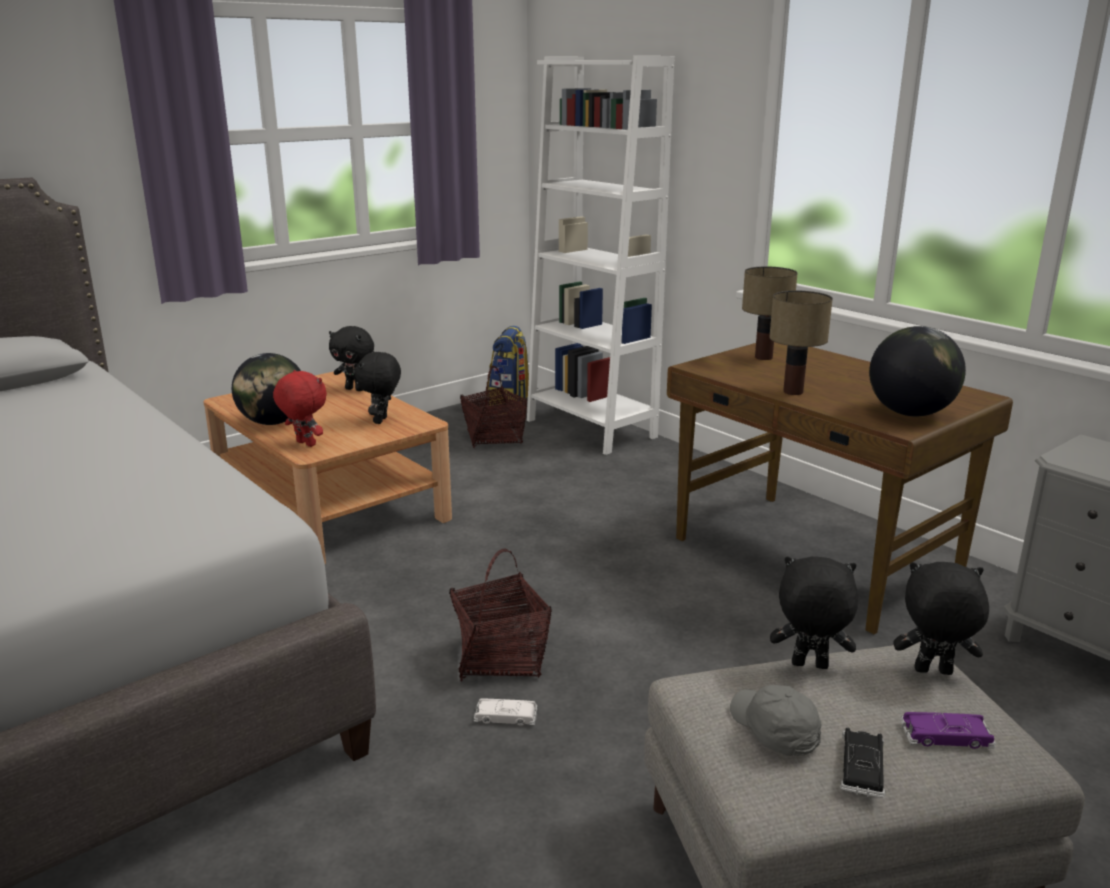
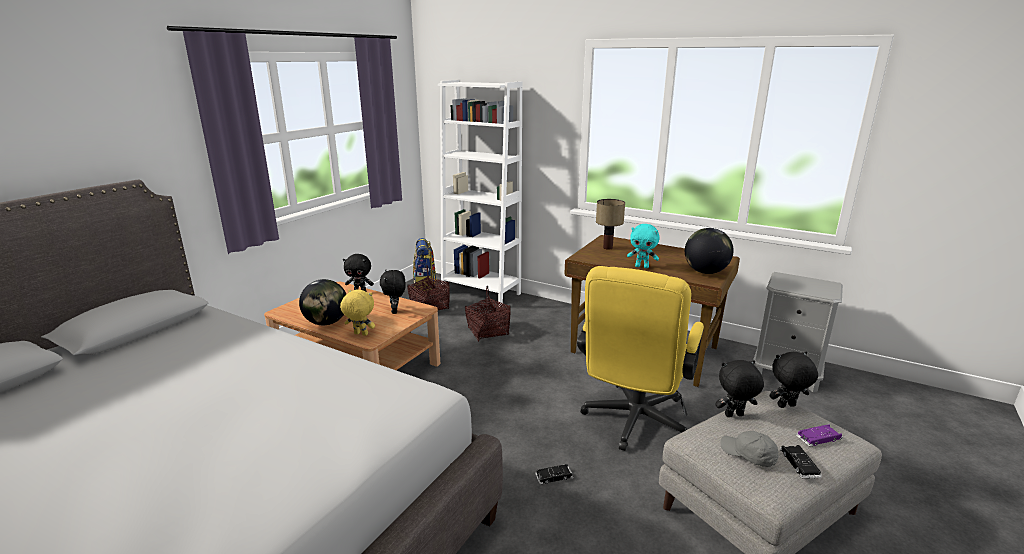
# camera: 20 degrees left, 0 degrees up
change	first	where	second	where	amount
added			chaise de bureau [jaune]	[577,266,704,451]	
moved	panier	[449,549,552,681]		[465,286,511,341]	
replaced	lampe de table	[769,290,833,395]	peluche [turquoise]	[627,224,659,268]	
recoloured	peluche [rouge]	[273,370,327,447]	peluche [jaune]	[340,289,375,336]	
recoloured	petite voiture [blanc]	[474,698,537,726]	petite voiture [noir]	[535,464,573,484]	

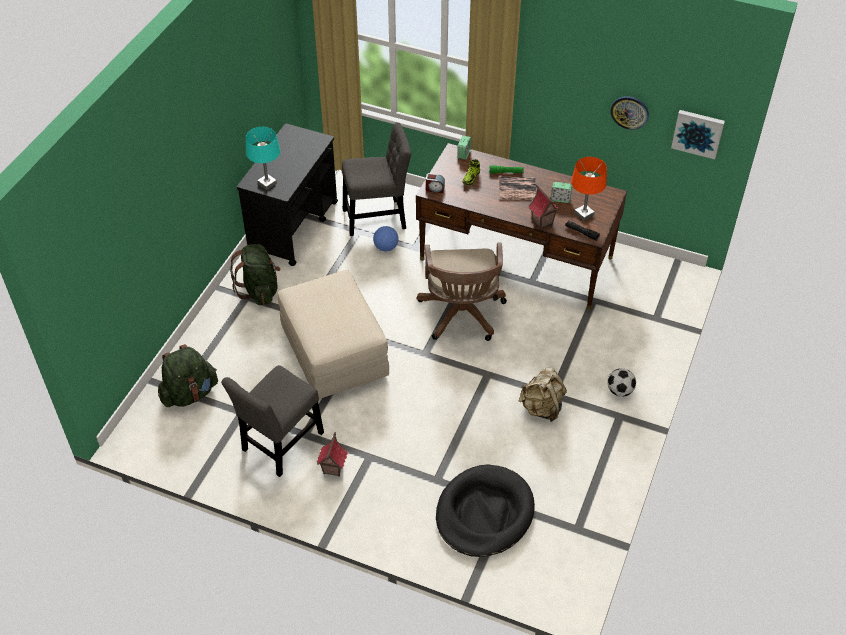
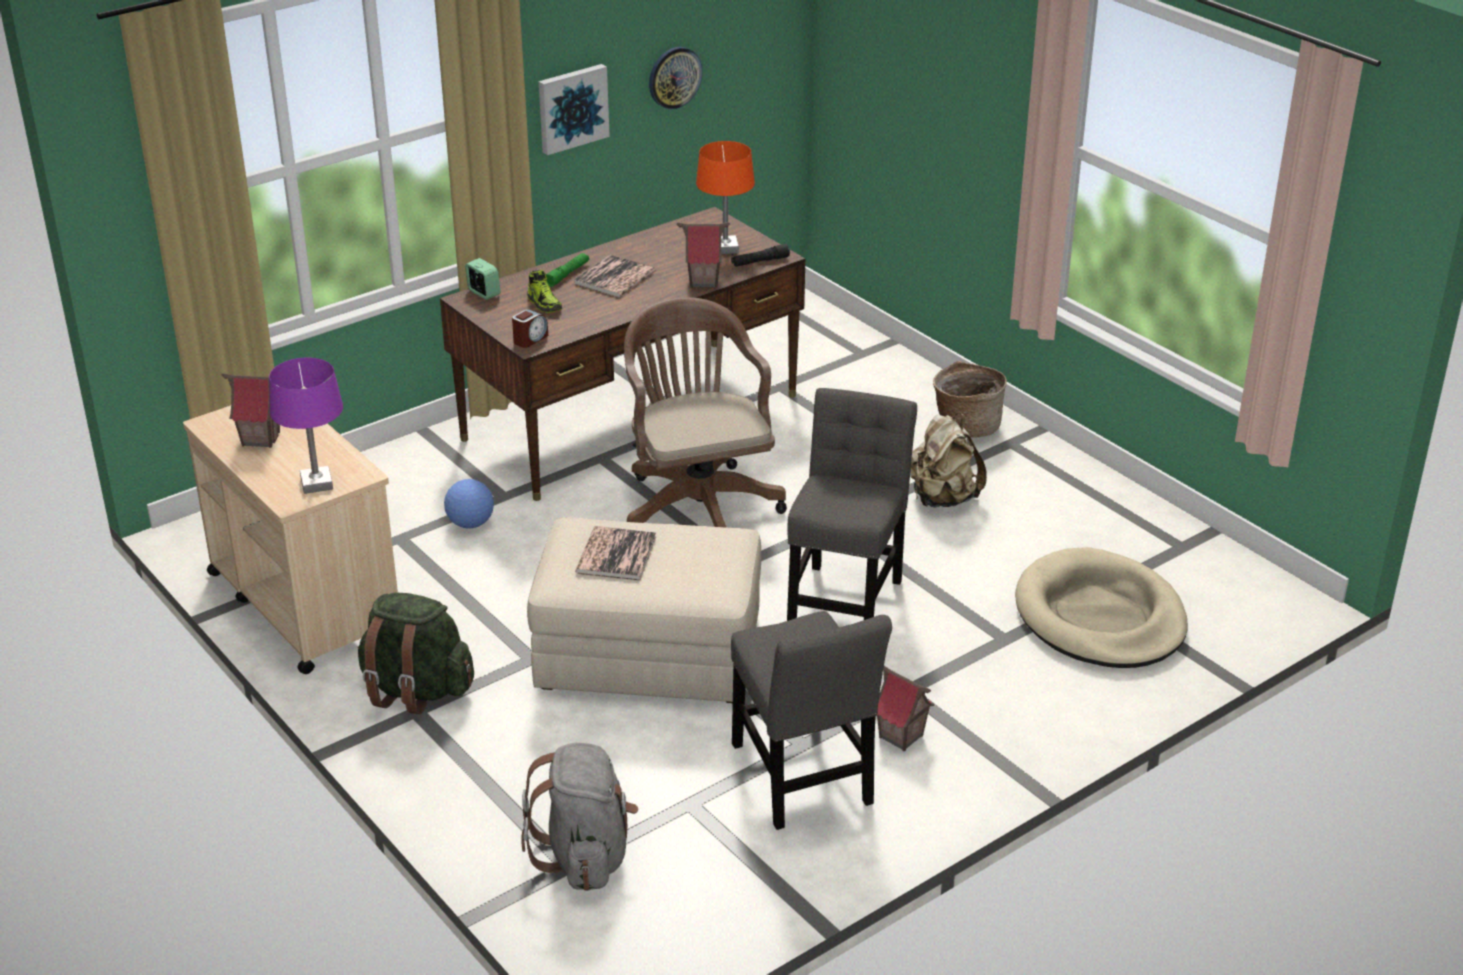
# camera: 60 degrees left, 15 degrees down
change	first	where	second	where	amount
removed	réveil	[551,182,572,203]			
added			maison miniature	[221,373,280,448]	
added			livre	[575,526,656,581]	
moved	chaise [gris]	[342,122,411,236]		[787,388,917,621]	
moved	tableau	[671,110,725,159]		[539,64,610,155]	
replaced	ballon de foot	[608,368,636,397]	panier	[933,361,1007,438]	
recoloured	sac à dos [vert]	[158,344,218,407]	sac à dos [gris]	[521,743,638,891]	
recoloured	chariot [noir]	[237,124,338,266]	chariot [beige]	[183,405,398,674]	
recoloured	lampe de table [turquoise]	[246,127,280,190]	lampe de table [violet]	[269,358,343,494]	
recoloured	panier pour chien [noir]	[436,464,535,557]	panier pour chien [beige]	[1015,547,1188,668]	
turned	chaise de bureau [marron]	[417,242,507,341]		[624,297,787,528]	135 degrees counterclockwise

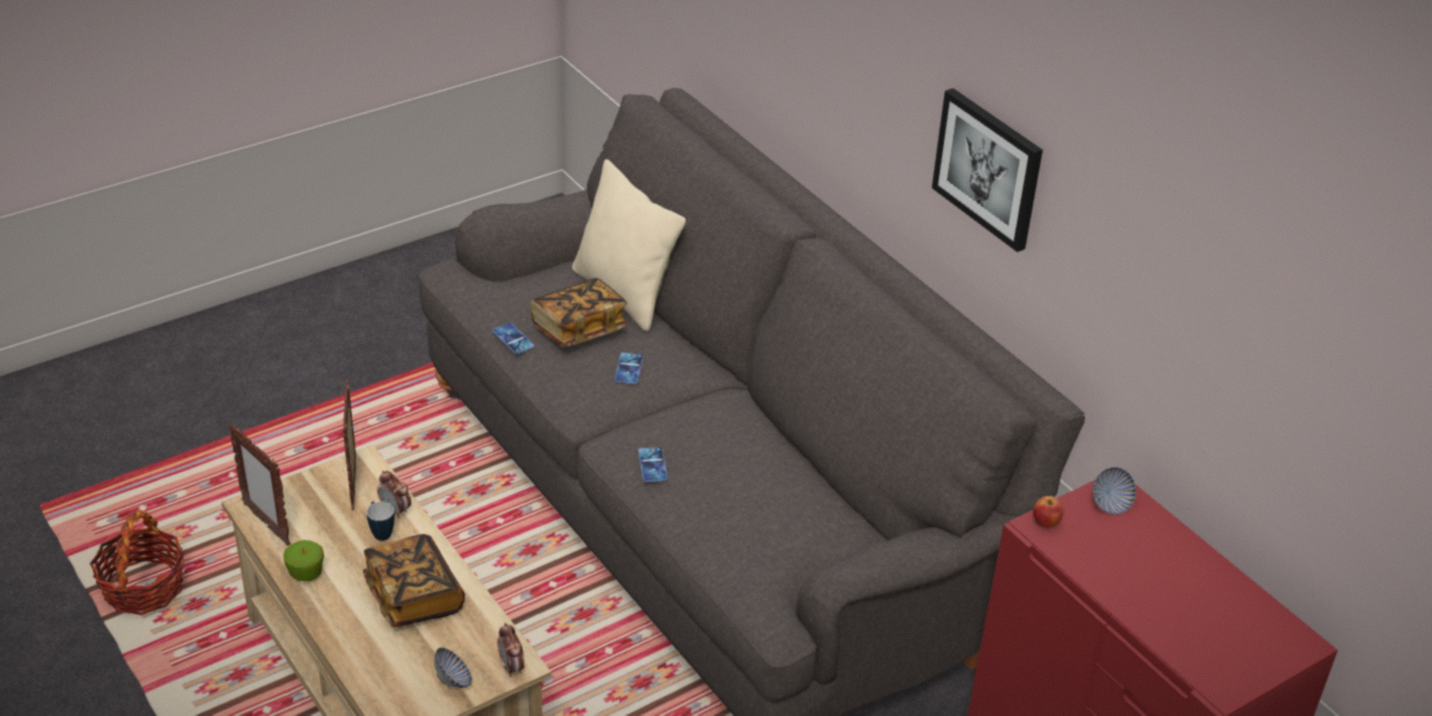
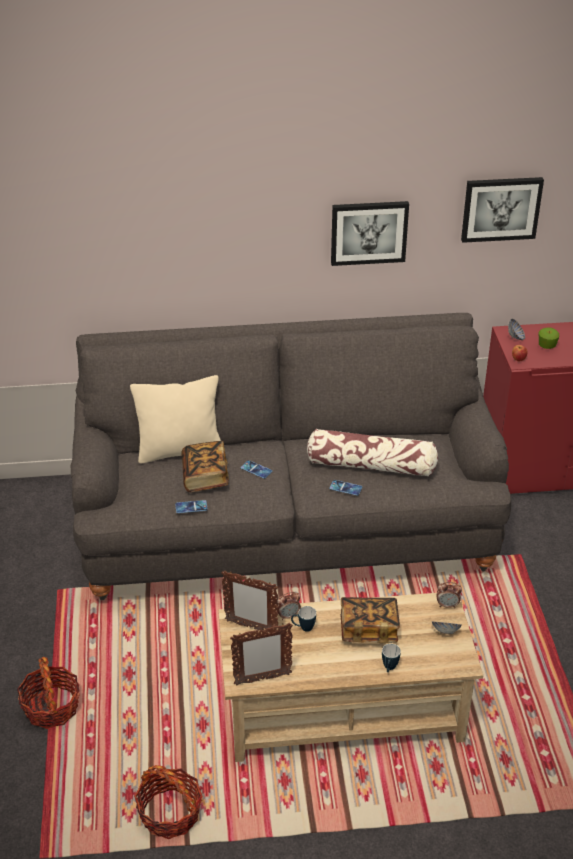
# camera: 60 degrees left, 0 degrees up
change	first	where	second	where	amount
added			panier	[17,657,80,729]	
added			coussin	[307,429,438,477]	
added			mug	[382,644,401,672]	
added			tableau	[461,177,544,243]	
moved	pomme	[283,540,324,582]		[538,327,559,349]	

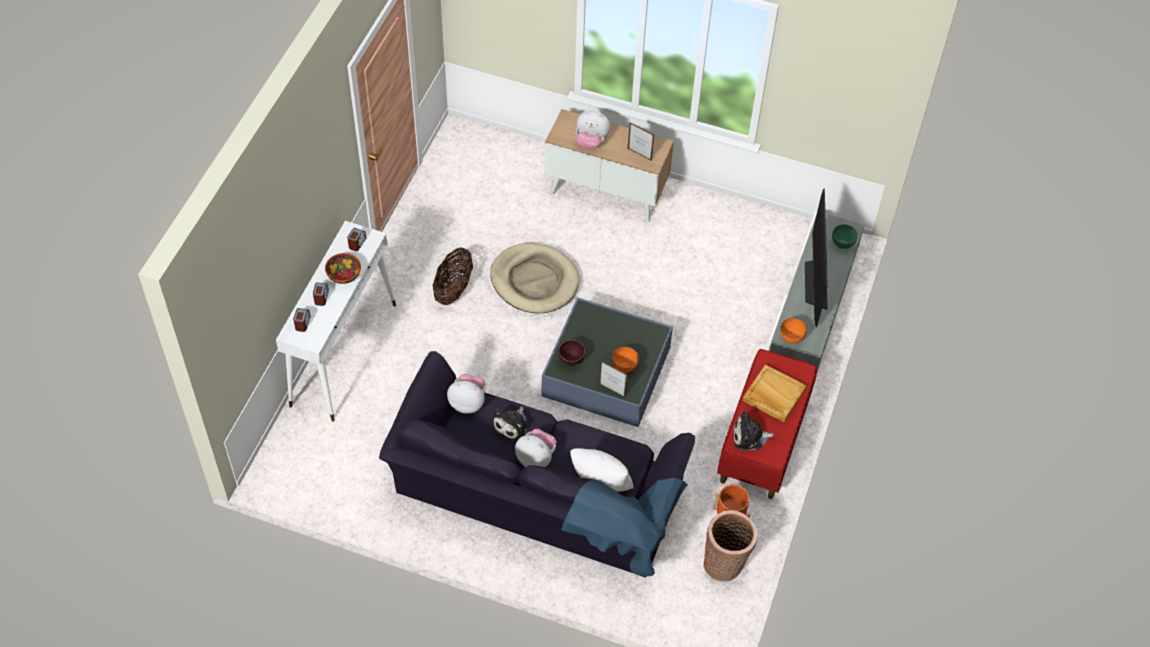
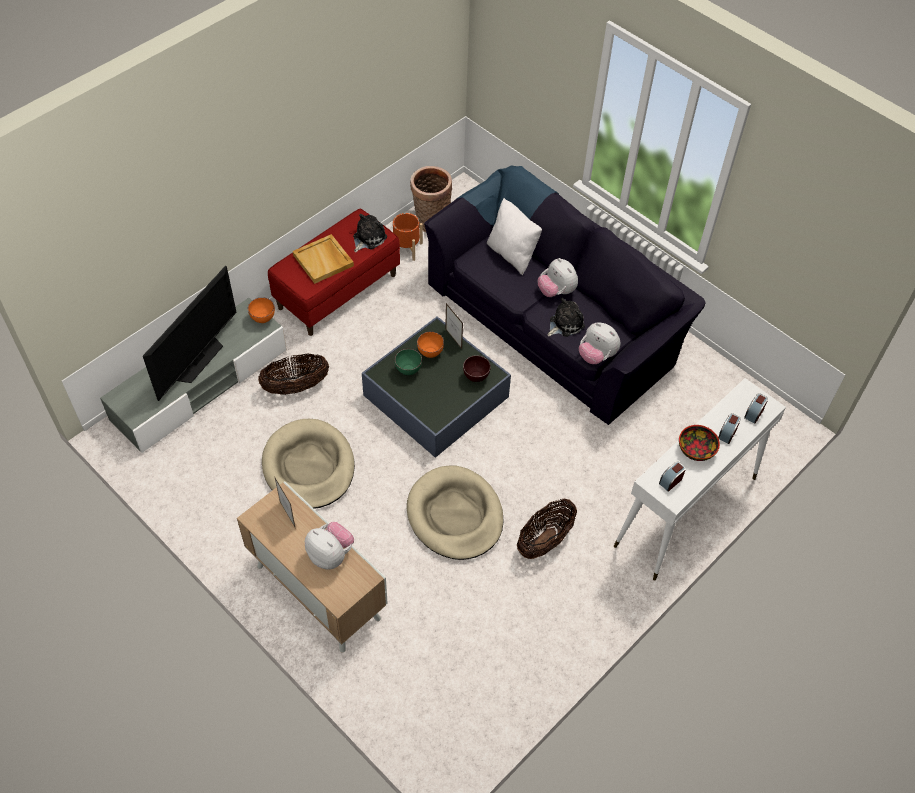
# camera: 155 degrees left, 0 degrees up
change	first	where	second	where	amount
added			panier	[258,353,329,395]	
added			panier pour chien [beige]	[262,419,355,509]	
moved	bol [vert]	[832,224,858,249]		[395,349,422,375]	
turned	peluche	[734,410,775,451]		[353,214,387,252]	75 degrees counterclockwise

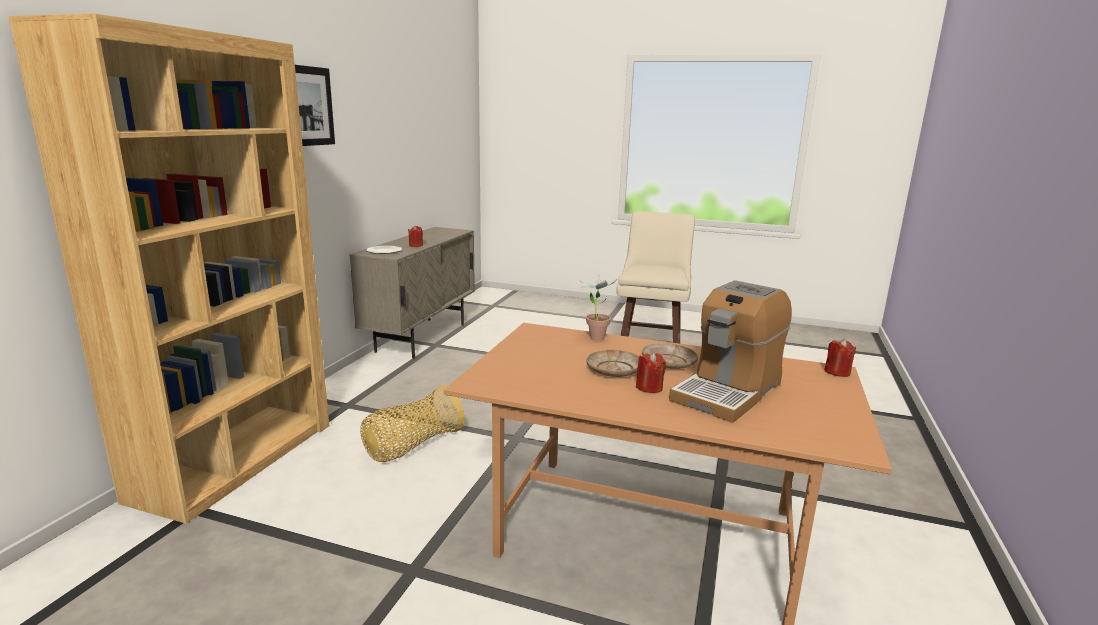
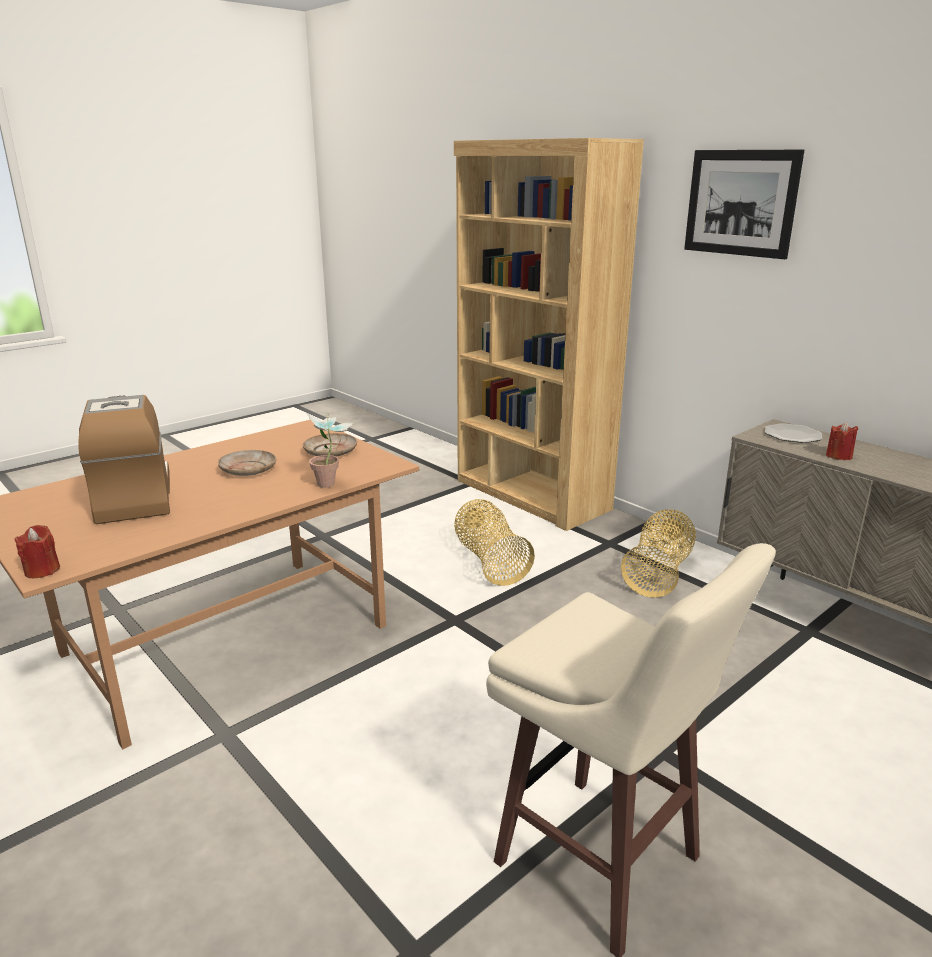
# camera: 120 degrees right, 5 degrees up
change	first	where	second	where	amount
removed	bougie [rouge]	[636,352,666,393]			
added			panier	[621,509,696,598]	
moved	assiette [beige]	[642,343,698,369]		[303,433,357,457]	

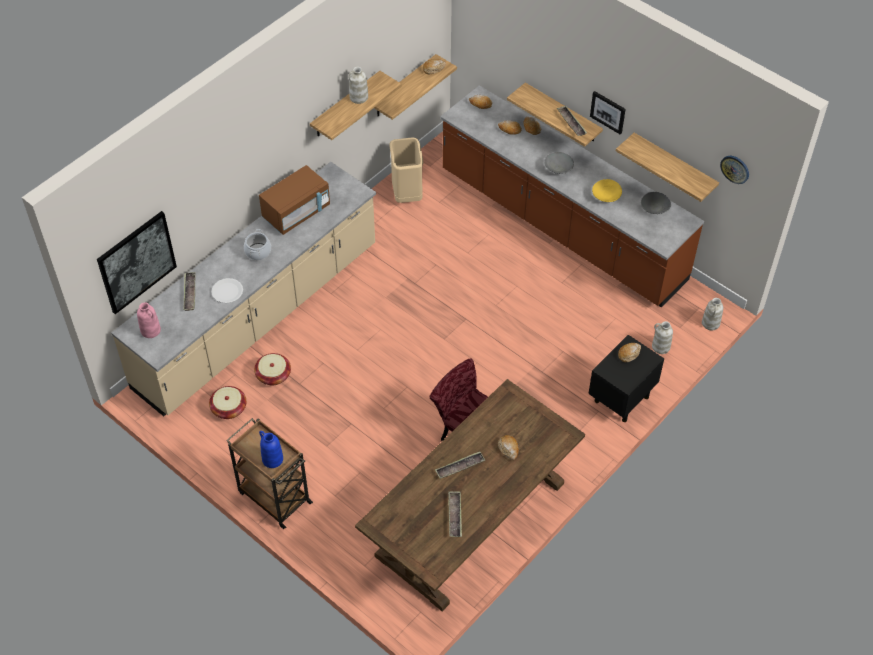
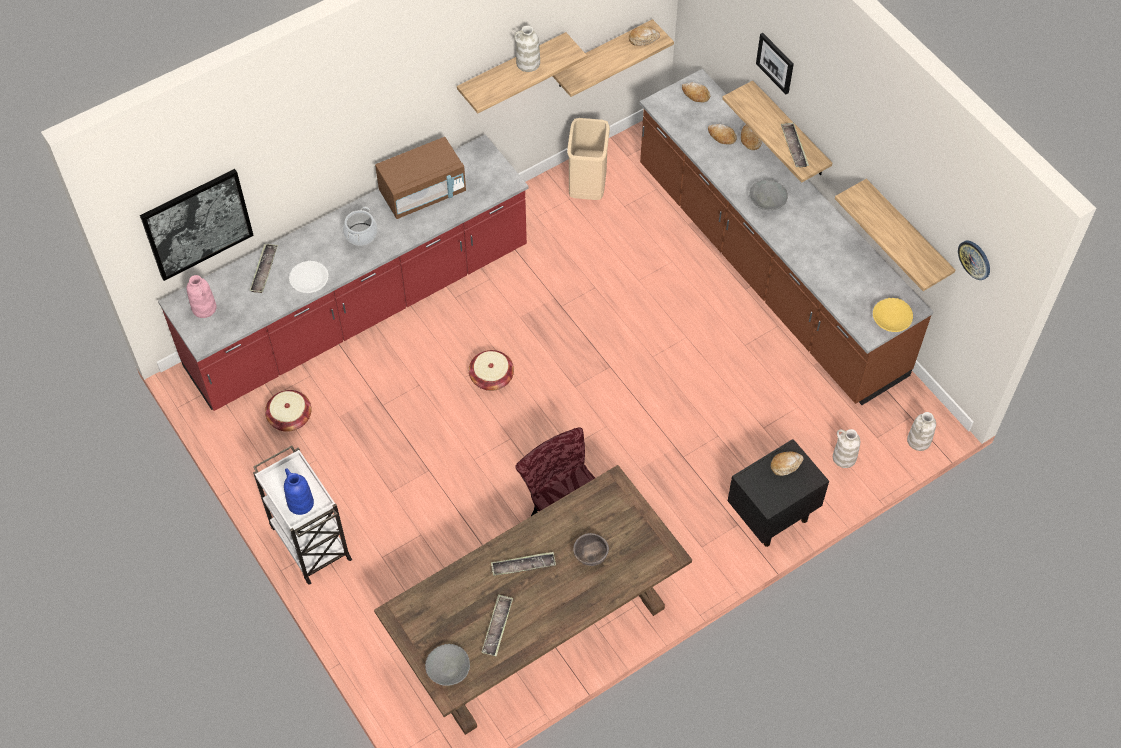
# camera: 15 degrees right, 5 degrees up
change	first	where	second	where	amount
moved	panier	[254,353,291,385]		[469,350,514,391]	
moved	tableau	[590,91,626,134]		[756,33,794,94]	
moved	bol [jaune]	[592,179,622,202]		[873,298,913,332]	
moved	bol [gris]	[641,192,671,214]		[425,644,470,686]	
replaced	pain	[498,435,519,460]	bol [marron]	[573,533,609,566]	
recoloured	comptoir de cuisine [beige]	[111,162,376,416]	comptoir de cuisine [rouge]	[158,135,528,411]	
recoloured	chariot [marron]	[226,418,313,529]	chariot [blanc]	[253,445,352,585]	

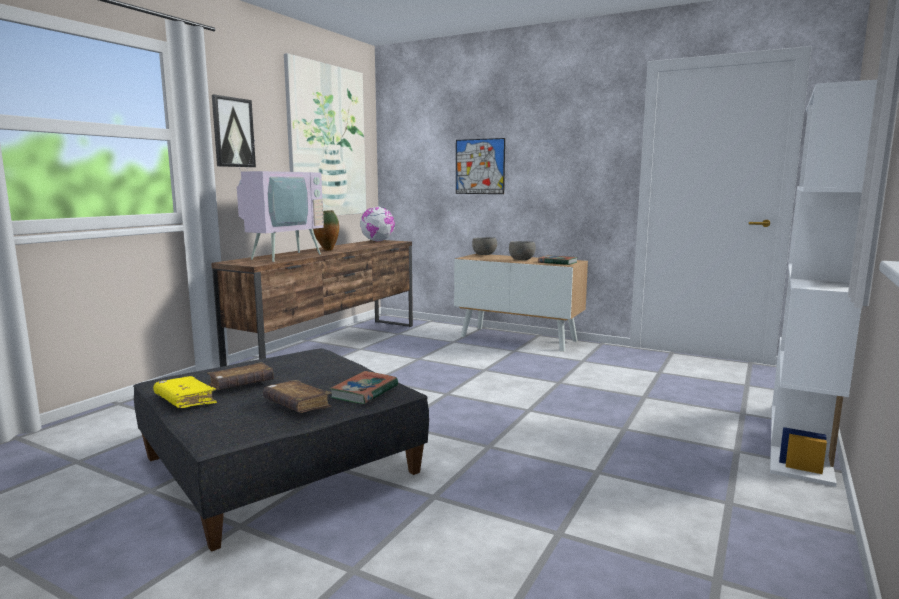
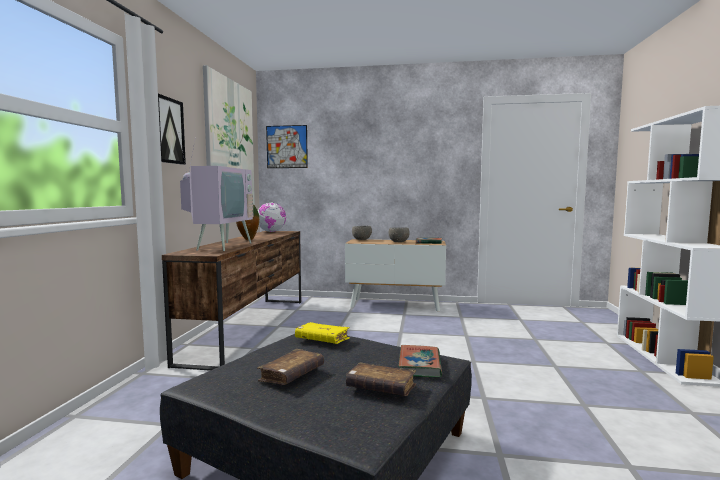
# camera: 20 degrees left, 5 degrees down
change	first	where	second	where	amount
moved	livre [jaune]	[153,376,217,408]		[295,322,350,344]	
moved	tableau	[456,138,505,194]		[266,125,308,168]	

